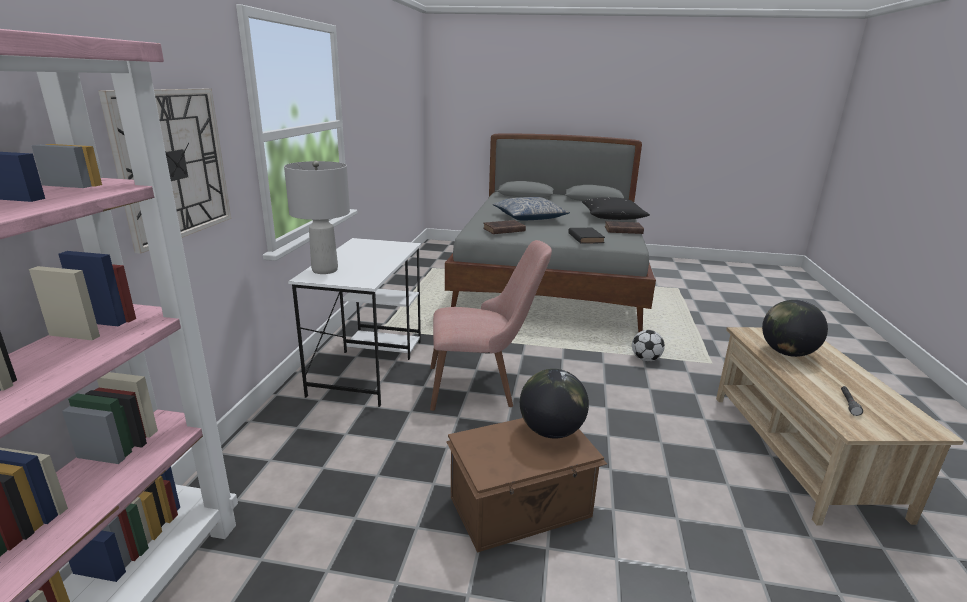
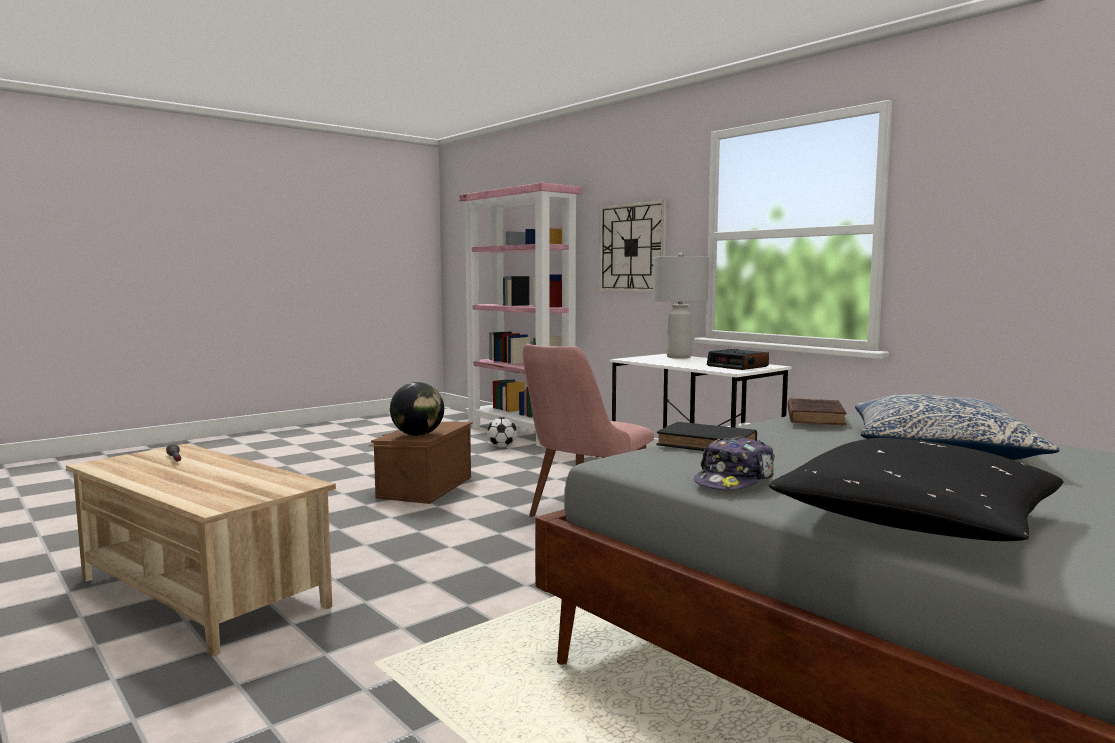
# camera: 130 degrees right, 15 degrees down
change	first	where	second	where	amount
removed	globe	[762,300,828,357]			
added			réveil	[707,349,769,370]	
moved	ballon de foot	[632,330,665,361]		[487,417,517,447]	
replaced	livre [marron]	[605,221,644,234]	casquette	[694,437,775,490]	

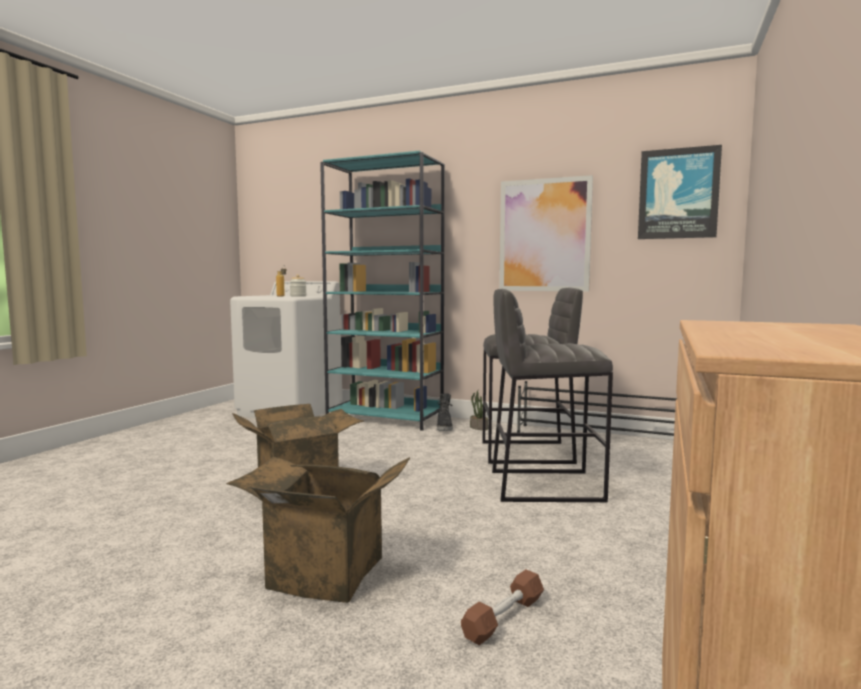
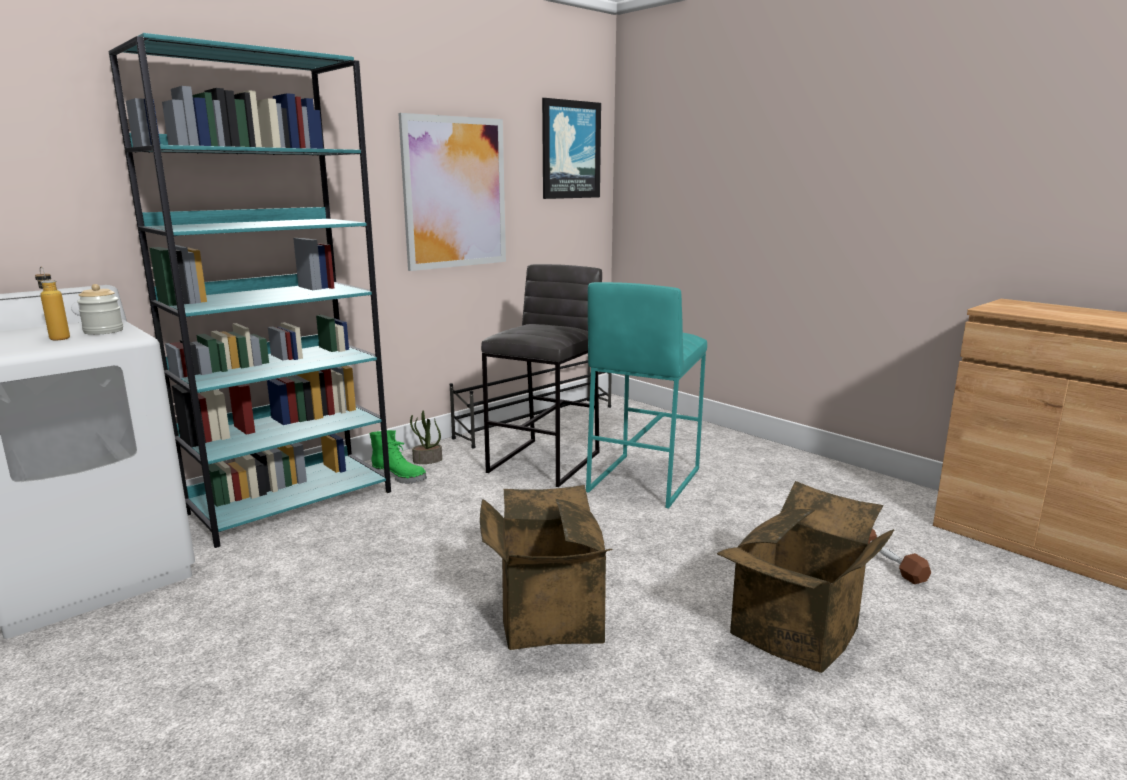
# camera: 65 degrees left, 10 degrees up
change	first	where	second	where	amount
recoloured	botte [noir]	[437,393,453,431]	botte [vert]	[370,430,427,484]	
recoloured	tabouret [gris]	[492,289,613,502]	tabouret [turquoise]	[586,282,707,508]	

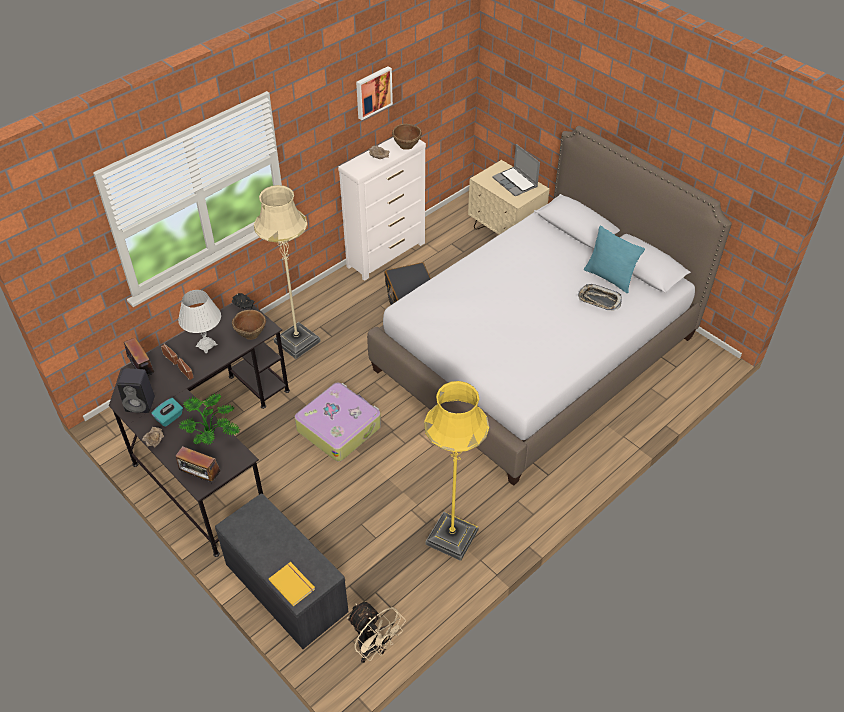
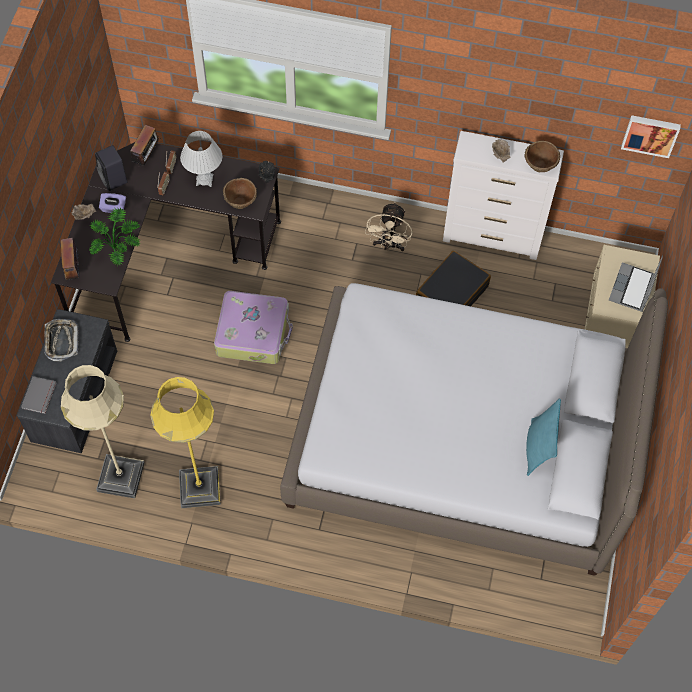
# camera: 55 degrees right, 15 degrees up
change	first	where	second	where	amount
moved	lampadaire [beige]	[254,185,321,359]		[61,365,145,498]	
moved	ventilateur [beige]	[347,602,406,663]		[365,202,412,251]	
moved	tableau	[356,66,393,120]		[621,115,681,158]	
moved	plateau	[578,284,622,310]		[44,319,79,361]	
recoloured	boîte à mouchoirs [turquoise]	[151,398,183,427]	boîte à mouchoirs [violet]	[99,193,126,213]	
recoloured	livre [jaune]	[269,562,315,607]	livre [gris]	[21,376,57,414]	

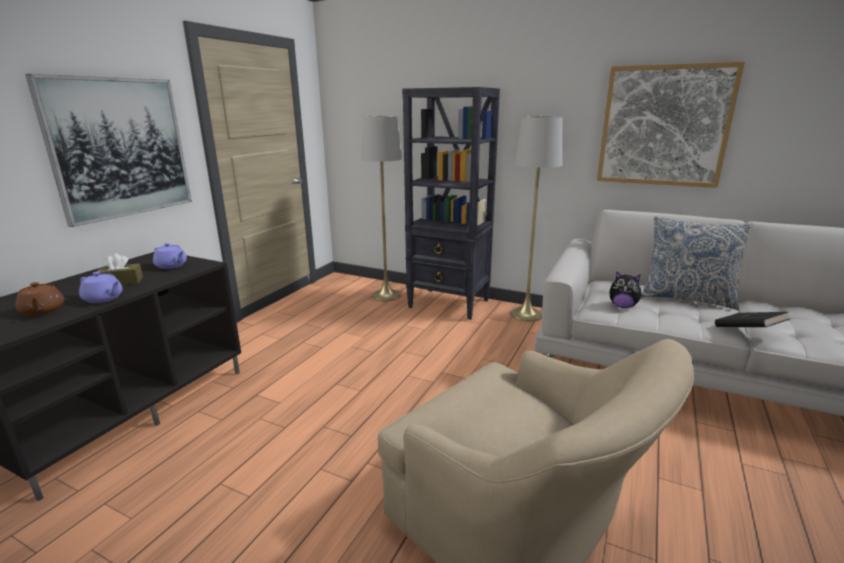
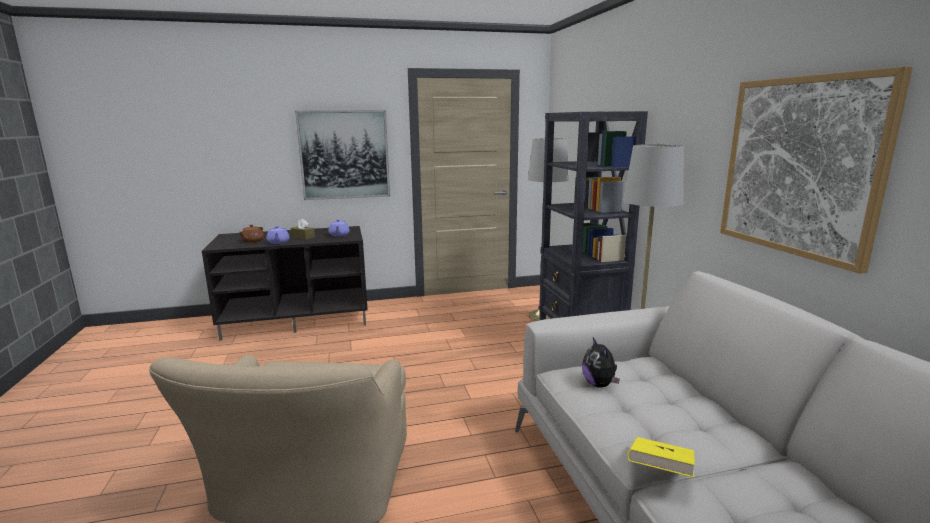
# camera: 50 degrees right, 5 degrees down
change	first	where	second	where	amount
removed	coussin	[641,216,753,310]			
recoloured	livre [noir]	[715,312,790,327]	livre [jaune]	[627,437,695,478]	

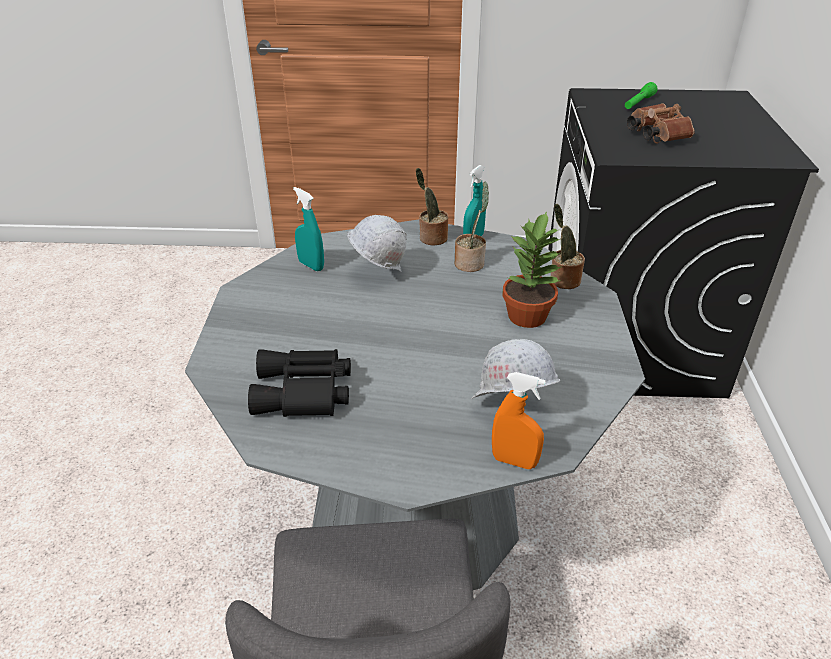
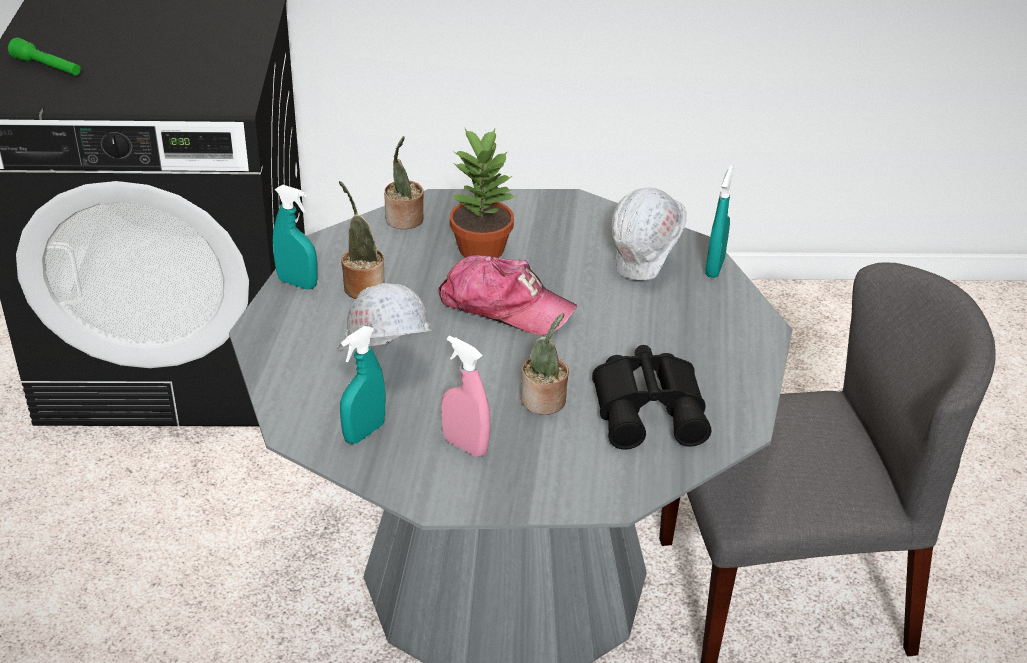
# camera: 95 degrees left, 0 degrees up
change	first	where	second	where	amount
removed	jumelles [marron]	[627,103,695,143]			
added			casquette	[438,255,577,335]	
added			vaporisateur [rose]	[441,336,491,457]	
moved	plante en pot	[416,168,448,246]		[521,313,569,415]	
recoloured	vaporisateur [orange]	[492,372,546,469]	vaporisateur [turquoise]	[705,165,734,278]	

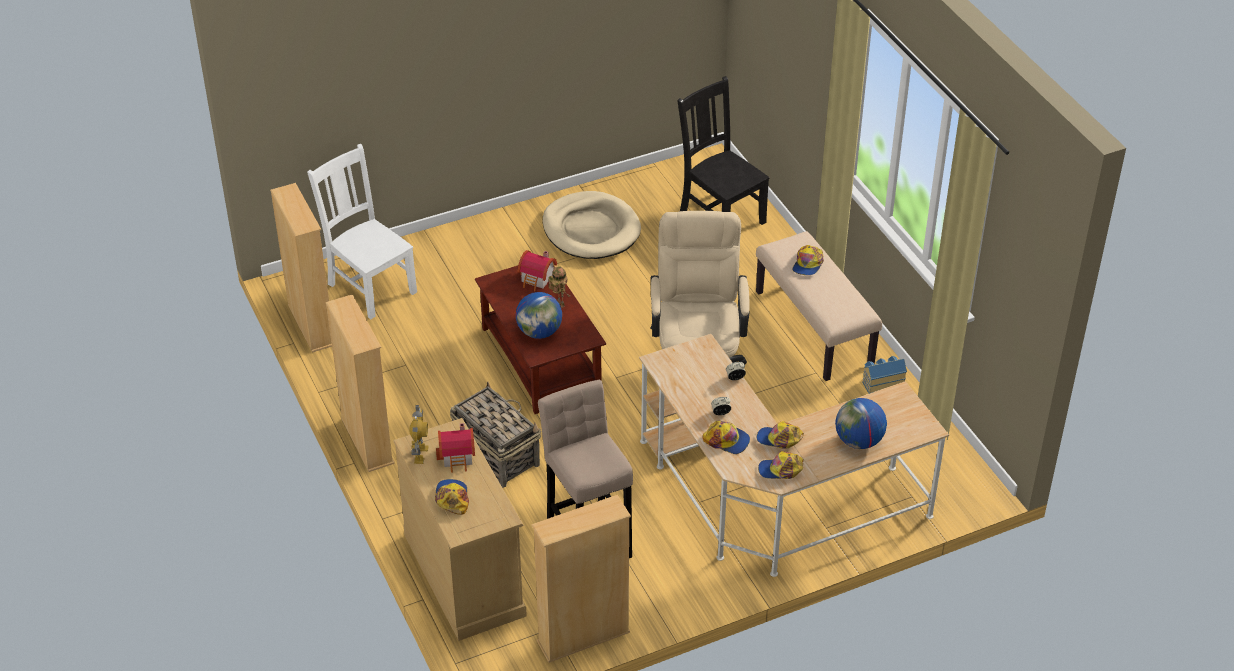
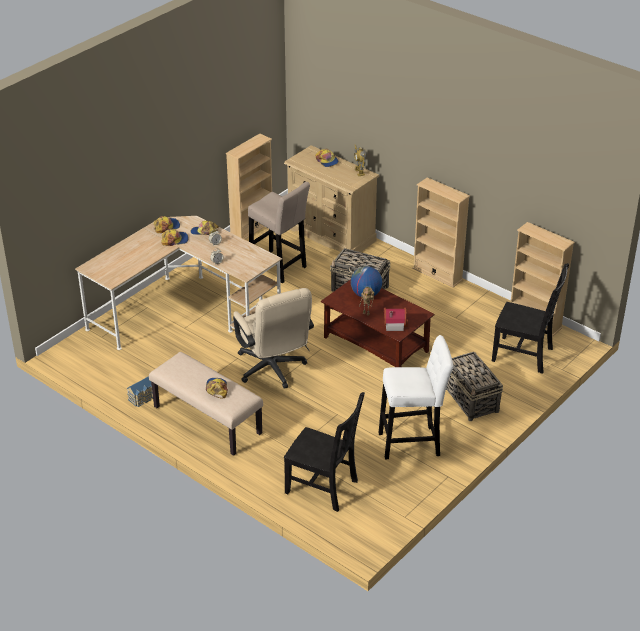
# camera: 155 degrees right, 5 degrees down
change	first	where	second	where	amount
removed	maison miniature	[436,423,475,473]			
removed	globe	[835,398,887,449]			
added			panier	[446,352,503,421]	
replaced	panier pour chien [beige]	[542,191,641,259]	tabouret [blanc]	[378,335,453,460]	
recoloured	chaise [blanc]	[307,144,417,319]	chaise [noir]	[492,263,569,374]	

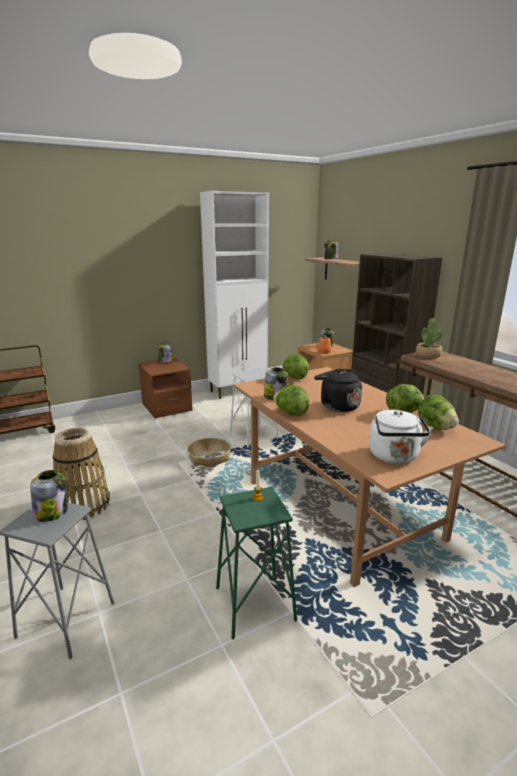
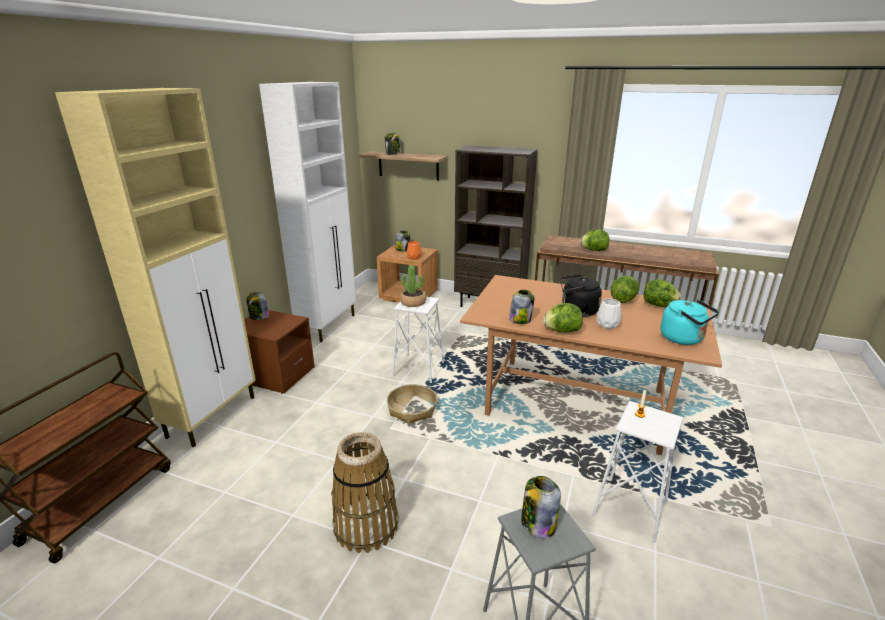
# camera: 40 degrees left, 5 degrees up
change	first	where	second	where	amount
added			meuble de rangement [beige]	[55,88,256,447]	
added			vase [blanc]	[597,298,622,329]	
moved	laitue	[282,354,309,379]		[580,229,609,251]	
moved	plante en pot	[416,318,442,358]		[400,265,427,307]	
recoloured	tabouret [vert]	[216,487,297,640]	tabouret [blanc]	[592,401,683,543]	
recoloured	bouilloire [blanc]	[369,410,433,464]	bouilloire [turquoise]	[660,299,719,345]	

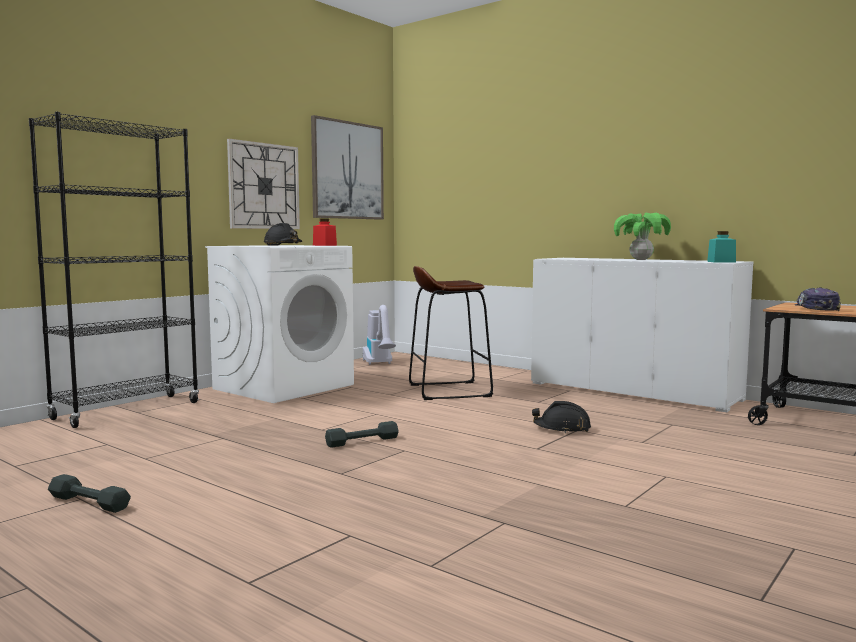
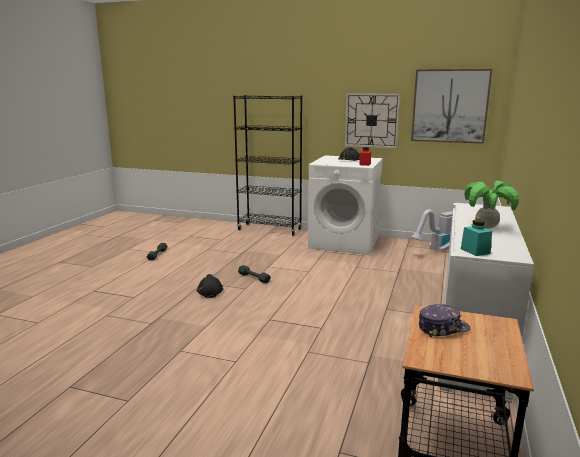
# camera: 70 degrees right, 10 degrees up
change	first	where	second	where	amount
removed	tabouret [marron]	[409,266,493,400]			
moved	casque de chantier [noir]	[532,401,591,433]		[197,274,224,298]	

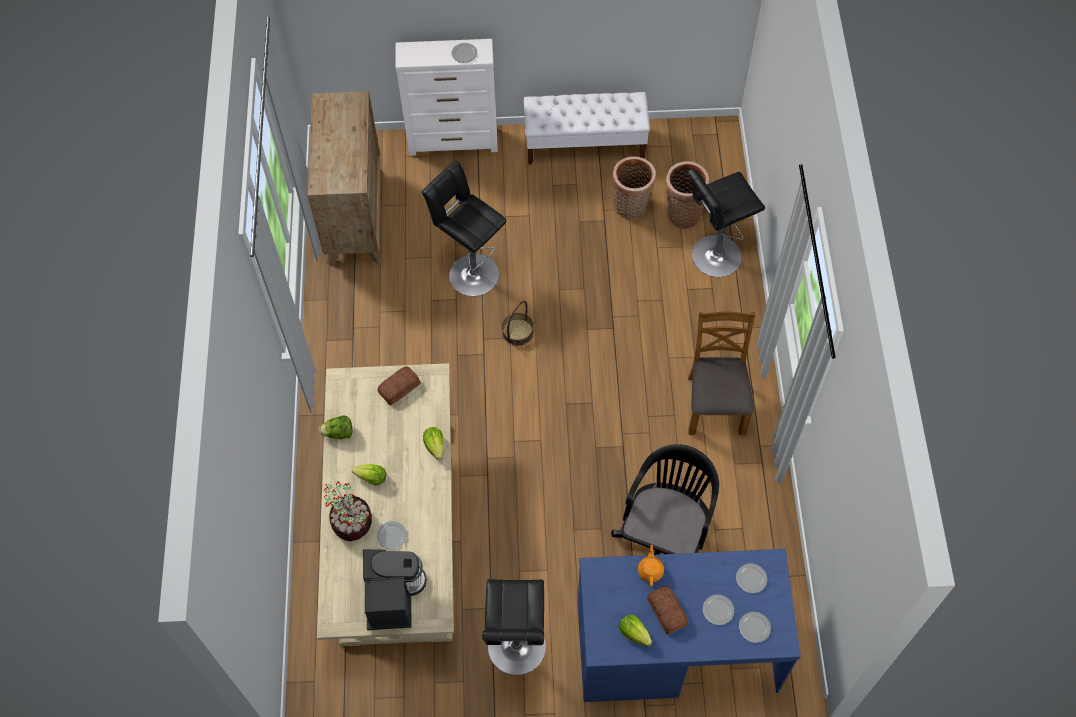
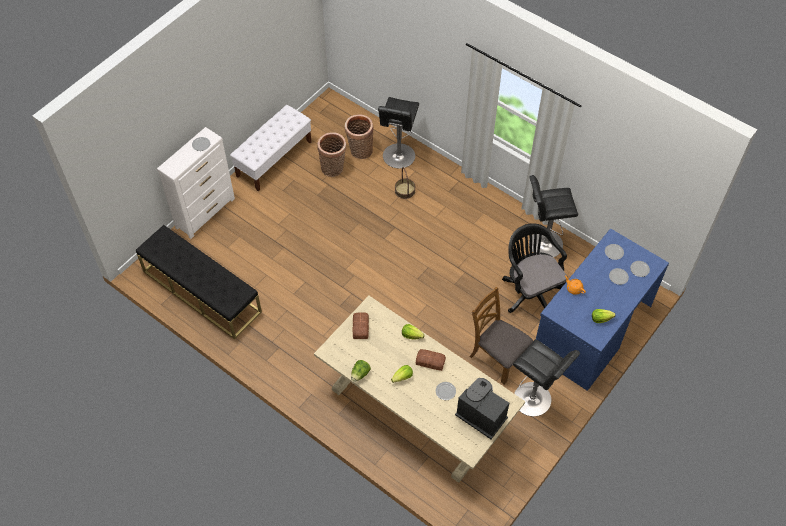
# camera: 50 degrees left, 5 degrees down
change	first	where	second	where	amount
removed	plante en pot	[324,482,372,541]			
moved	tabouret [noir]	[422,161,507,296]		[529,175,578,257]	
moved	panier	[502,301,534,346]		[395,167,416,199]	
moved	pain	[647,586,688,635]		[416,349,446,371]	
moved	chaise [marron]	[688,312,755,435]		[469,287,533,385]	
replaced	commode [marron]	[308,91,383,266]	banc [noir]	[136,225,262,339]	

